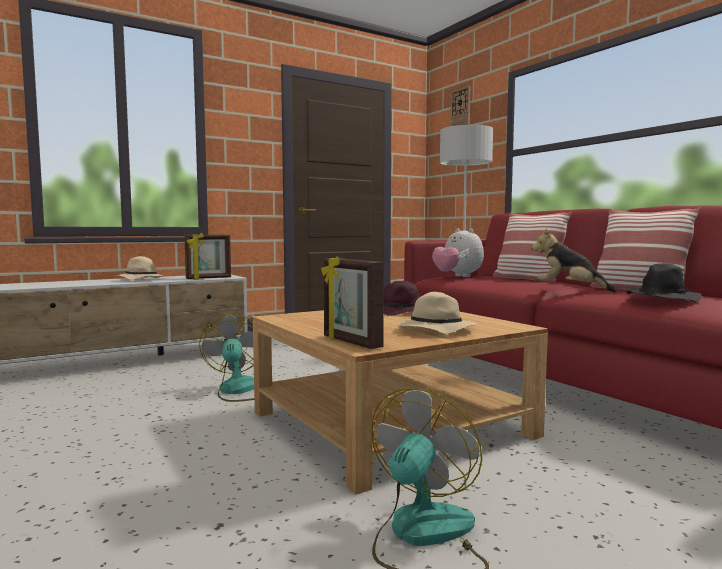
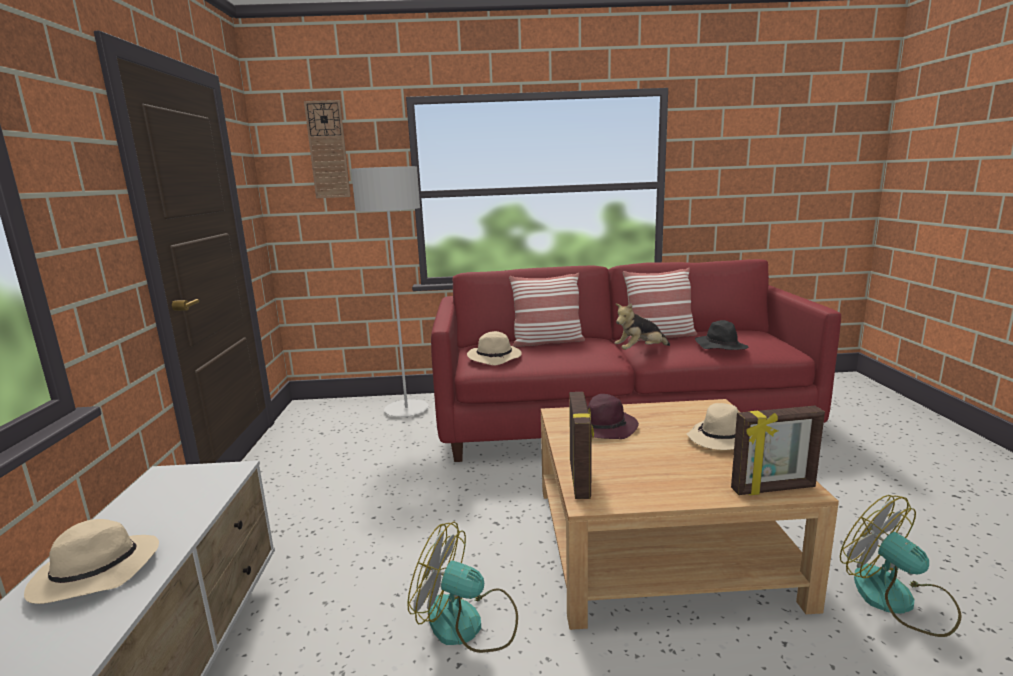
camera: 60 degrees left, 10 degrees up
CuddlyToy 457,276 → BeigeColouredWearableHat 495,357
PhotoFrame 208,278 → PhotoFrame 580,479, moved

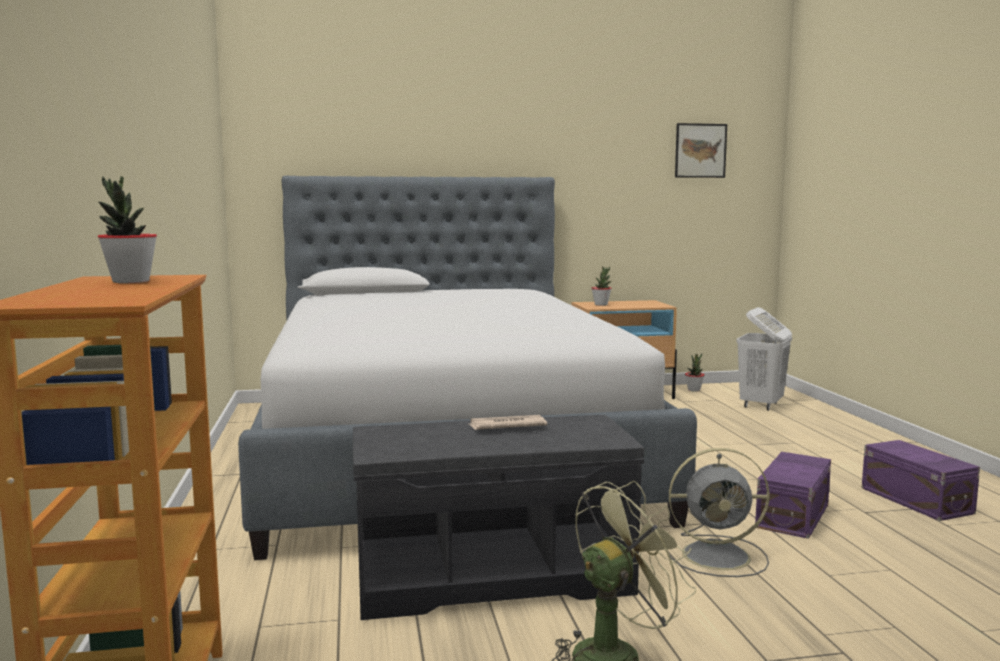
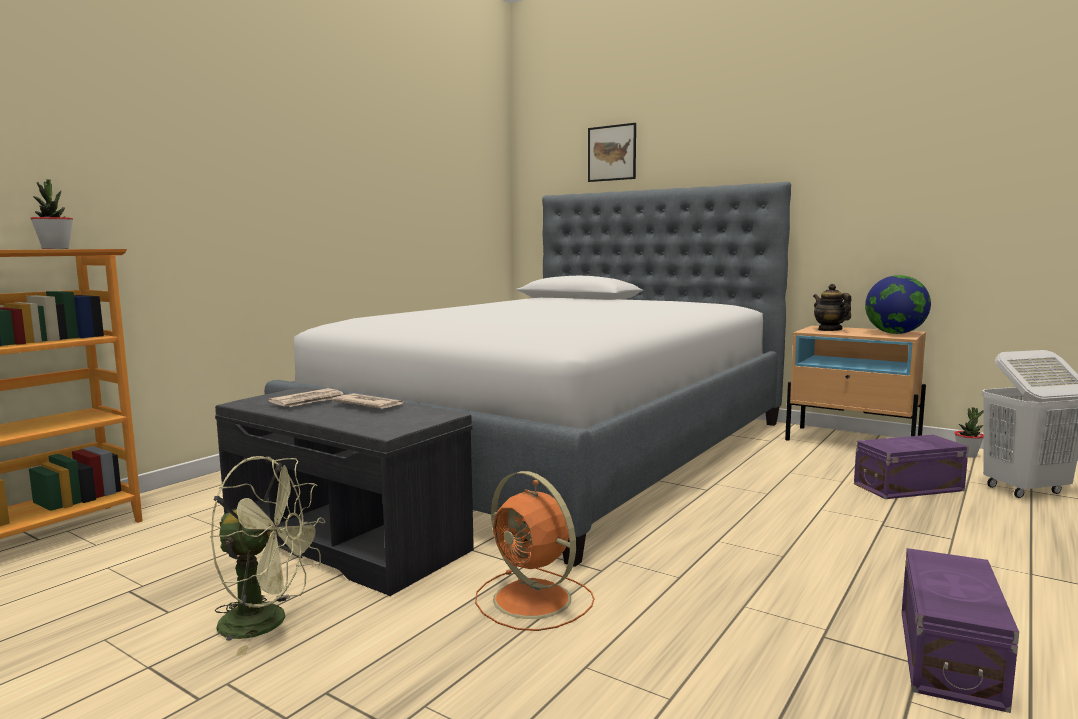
camera: 45 degrees right, 0 degrees up
WallArt 700,150 → WallArt 612,153, moved
PottedPlant 601,305 → TeaPot 829,330
GrayElectricFan 719,556 → OrangeColouredElectricFan 534,600
PurpleColouredStorageBox 794,515 → PurpleColouredStorageBox 910,487, moved
- → Globe 895,333
- → DailyPaper 309,401

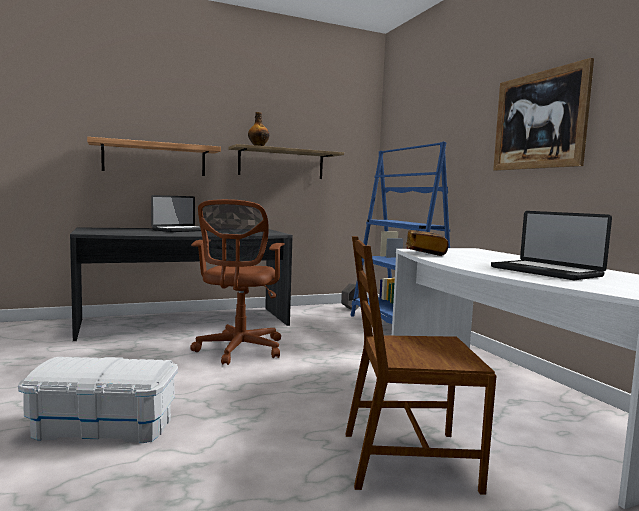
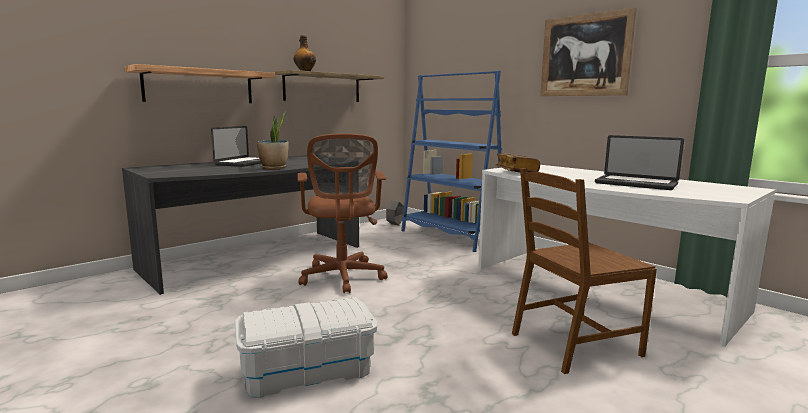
camera: 20 degrees left, 5 degrees up
- → PottedPlant 274,168

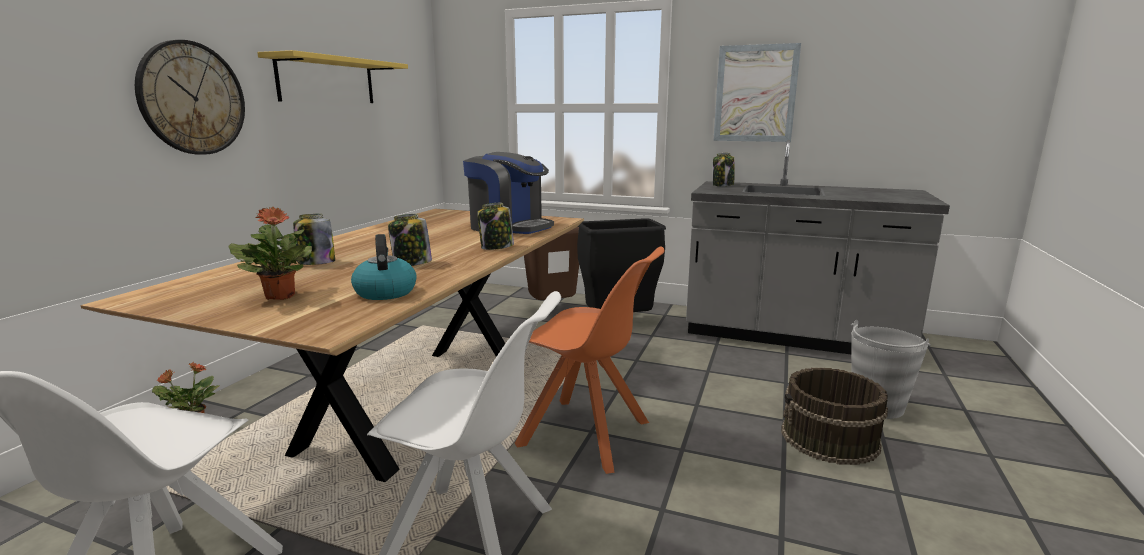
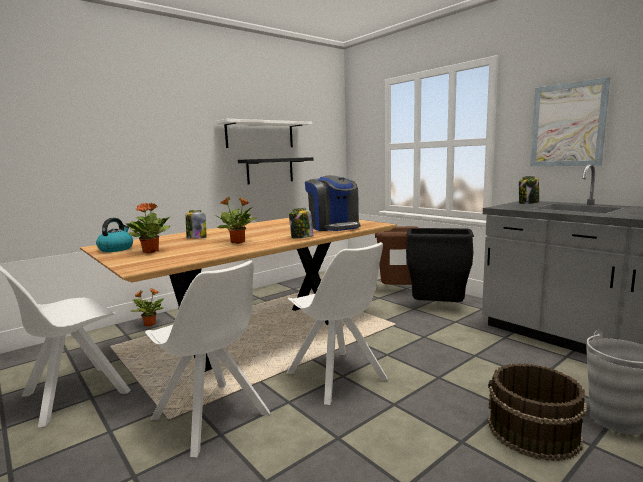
camera: 30 degrees right, 5 degrees down
WallClock 192,98 → -
YellowColouredWallShelf 327,81 → WhiteWallShelf 260,135
PreserveJar 412,264 → PottedPlant 238,242
TeaKettle 385,292 → TeaKettle 116,249, moved
OrangeColouredUprightChair 587,435 → WhiteUprightChair 337,377
- → BlackishWallShelf 270,170

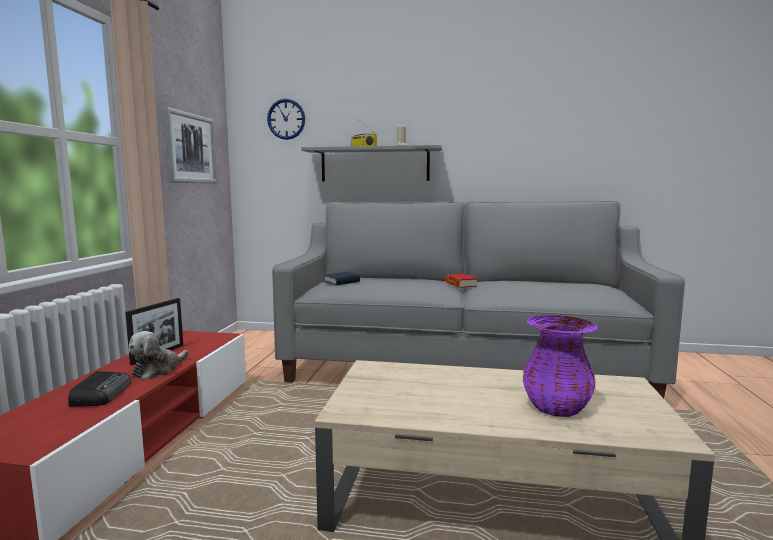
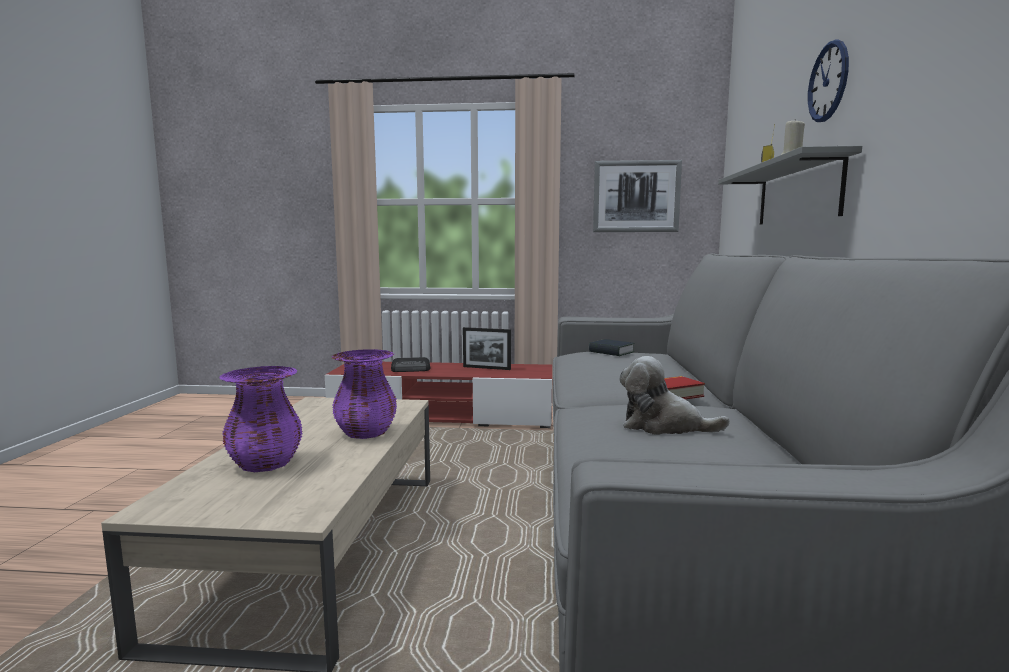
camera: 85 degrees right, 0 degrees up
WallClock 286,119 → WallClock 828,82, moved
CuddlyToy 158,370 → CuddlyToy 663,426, moved
- → PurpleColouredDecorativeVase 366,433

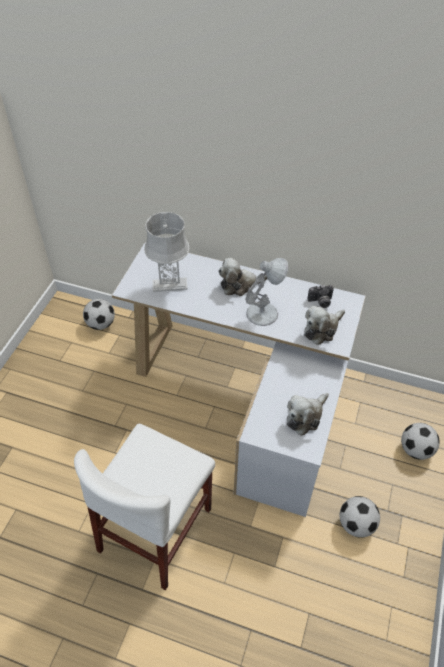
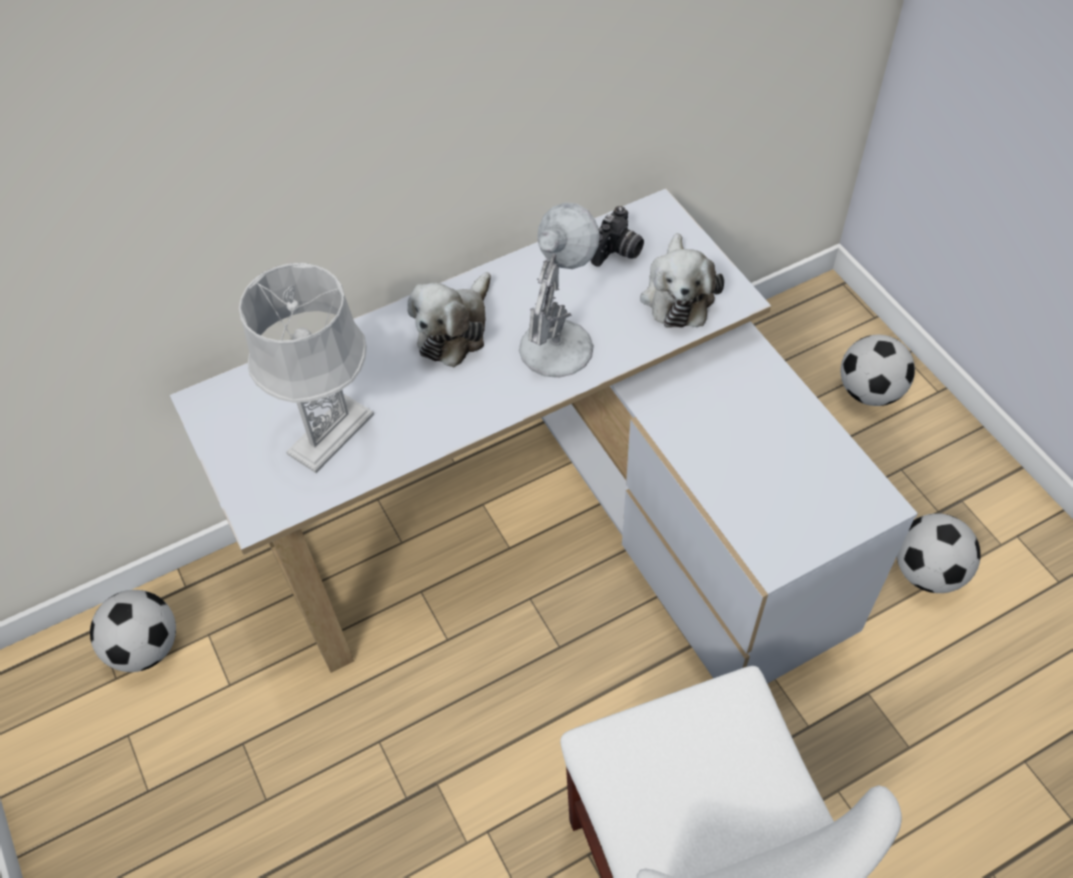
camera: 45 degrees left, 5 degrees up
CuddlyToy 305,416 → -

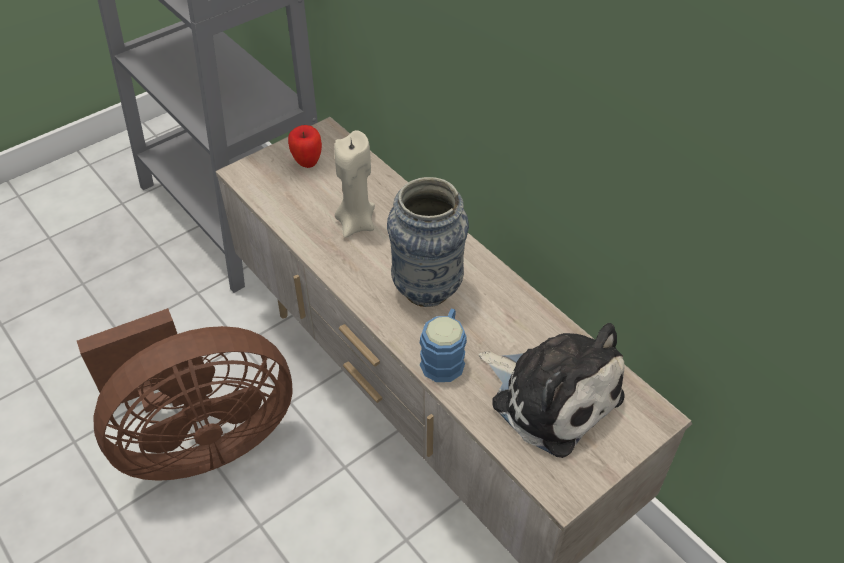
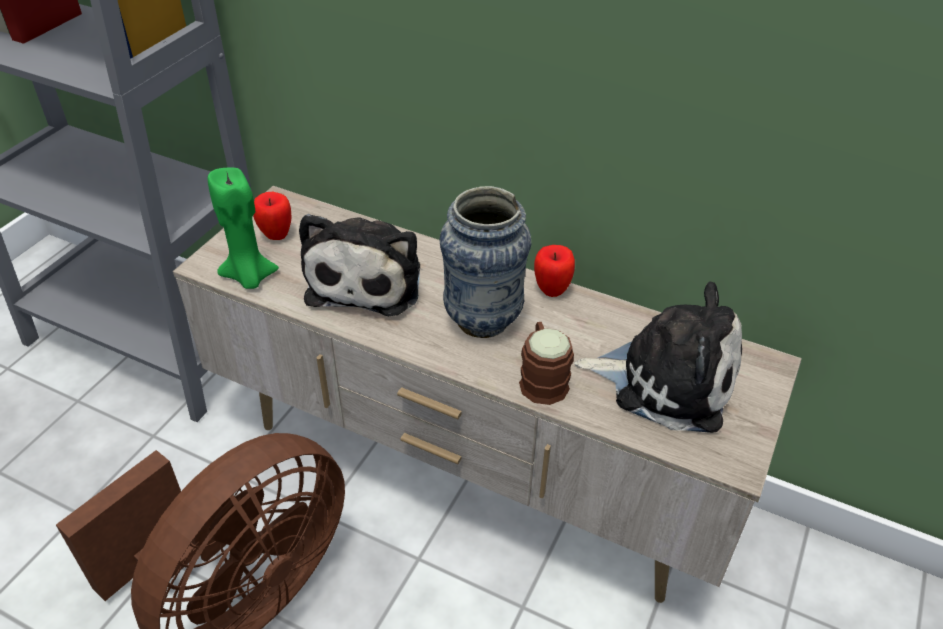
camera: 25 degrees left, 5 degrees down
BeigeColouredWaxCandle 356,223 → CuddlyToy 367,279
BluishCoffeeMug 444,357 → BrownColouredCoffeeMug 542,378
- → GreenColouredWaxCandle 249,277
- → AppleFruit 552,290

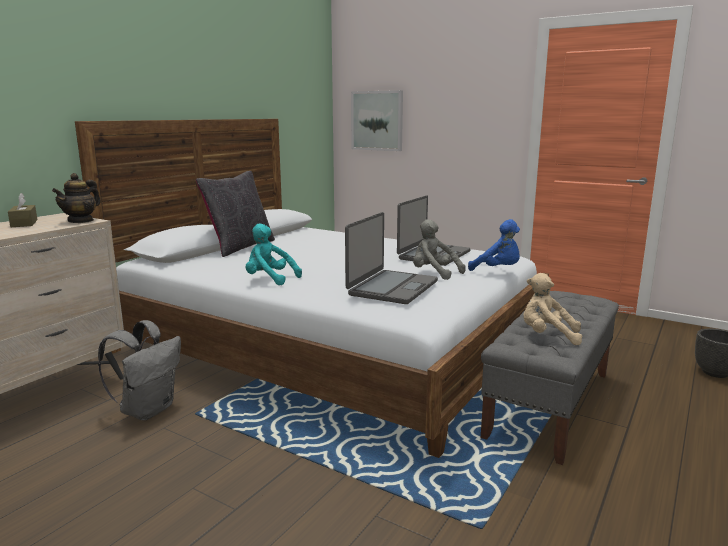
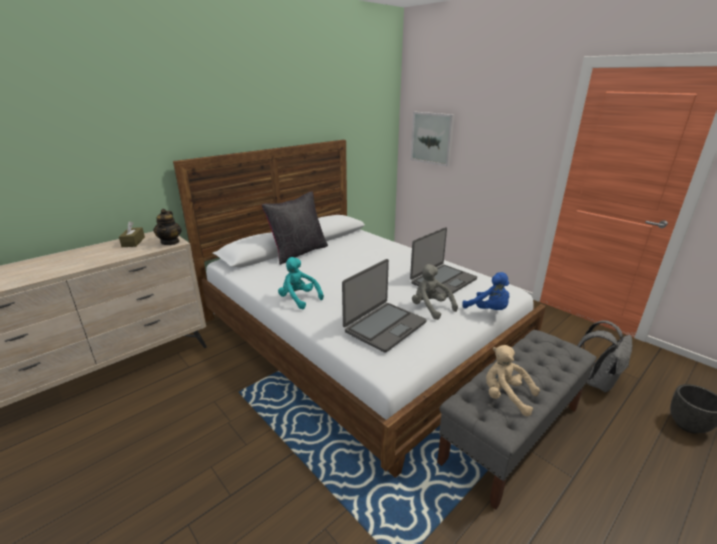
camera: 15 degrees right, 10 degrees up
TeaPot 81,221 → TeaPot 170,242, 45 degrees counterclockwise
GrayKnapsack 148,409 → GrayKnapsack 597,382, moved

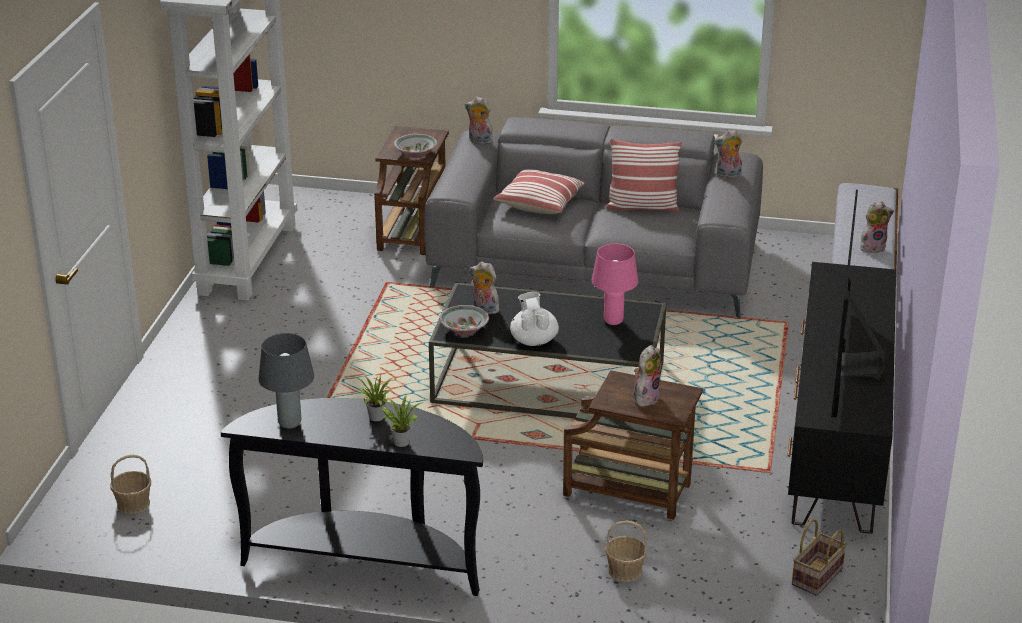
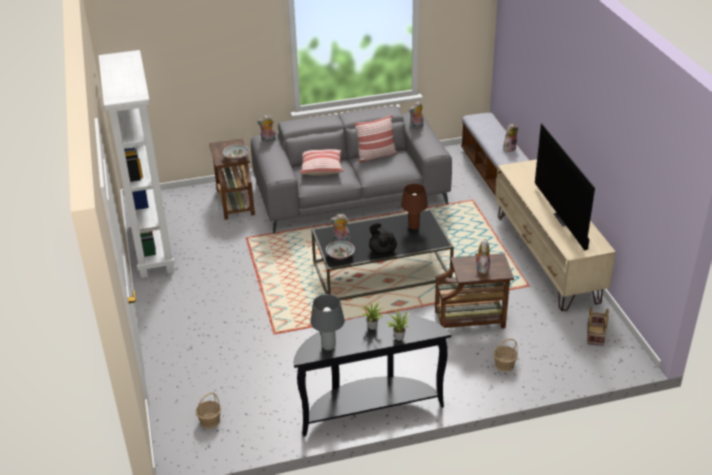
camera: 25 degrees left, 5 degrees up
PinkTableLamp 614,321 → BrownColouredTableLamp 414,227
BlackishMediaConsole 837,440 → BeigeColouredMediaConsole 546,258
WhiteTeaPot 533,340 → BlackishTeaPot 382,251

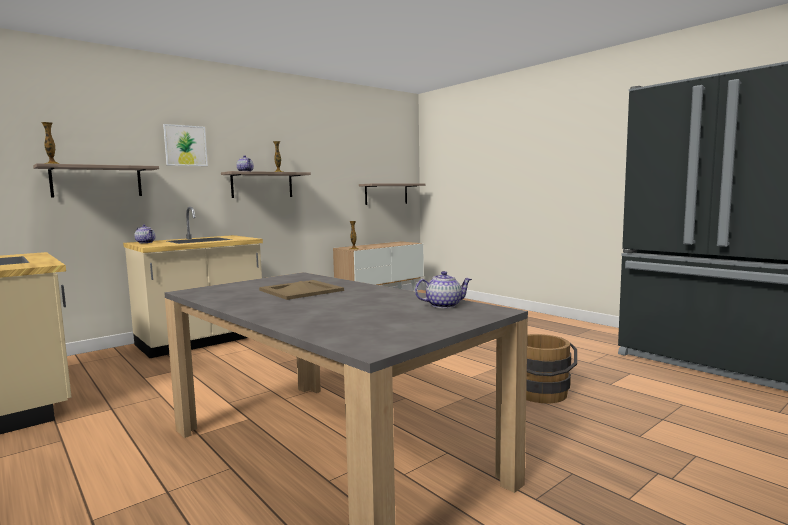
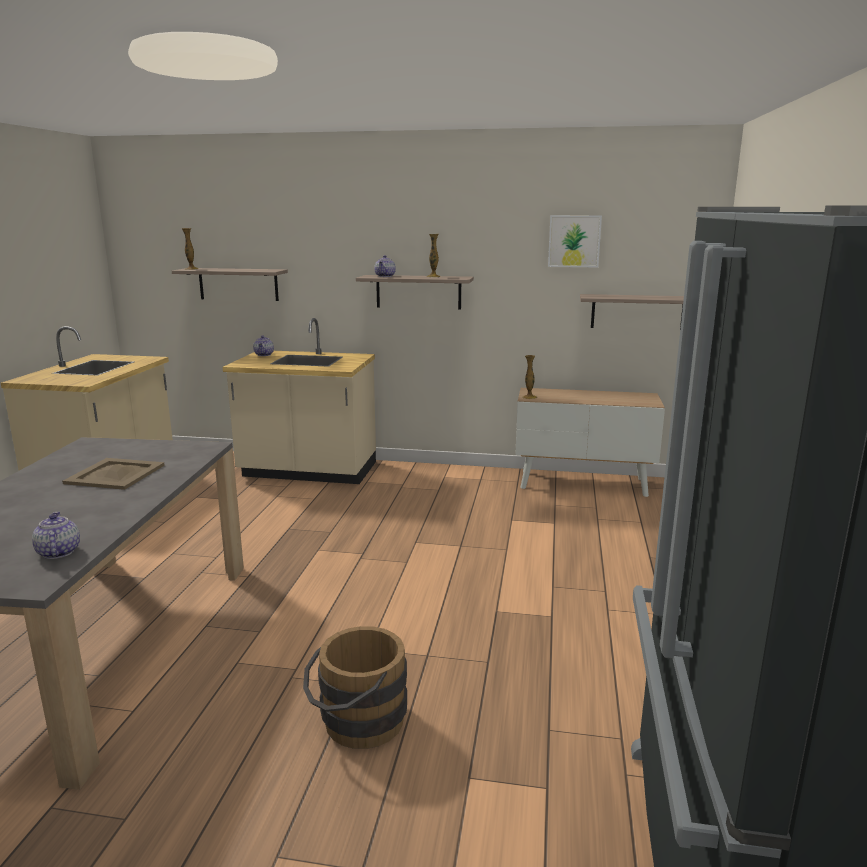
camera: 50 degrees right, 10 degrees up
WallArt 185,145 → WallArt 574,241, moved
TeaPot 443,305 → TeaPot 58,552, 150 degrees counterclockwise

